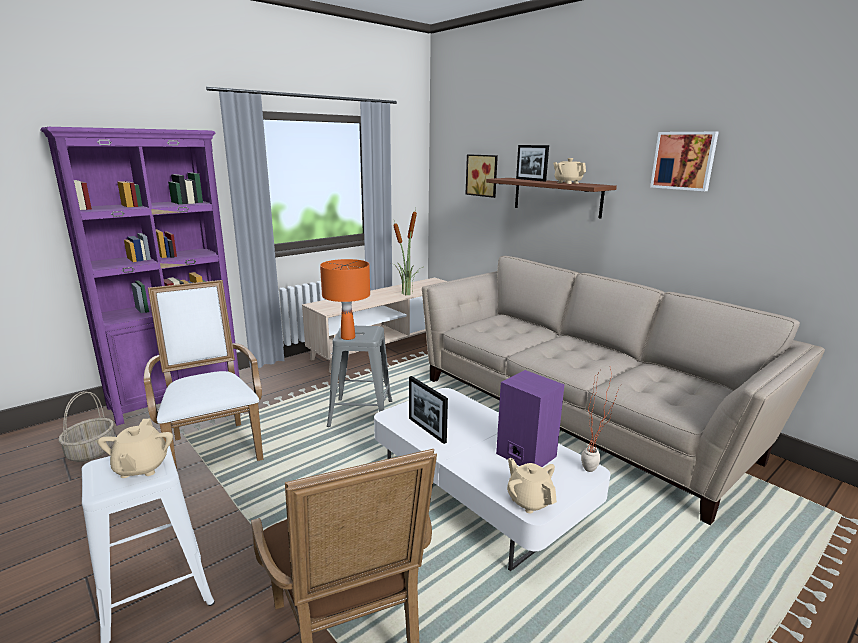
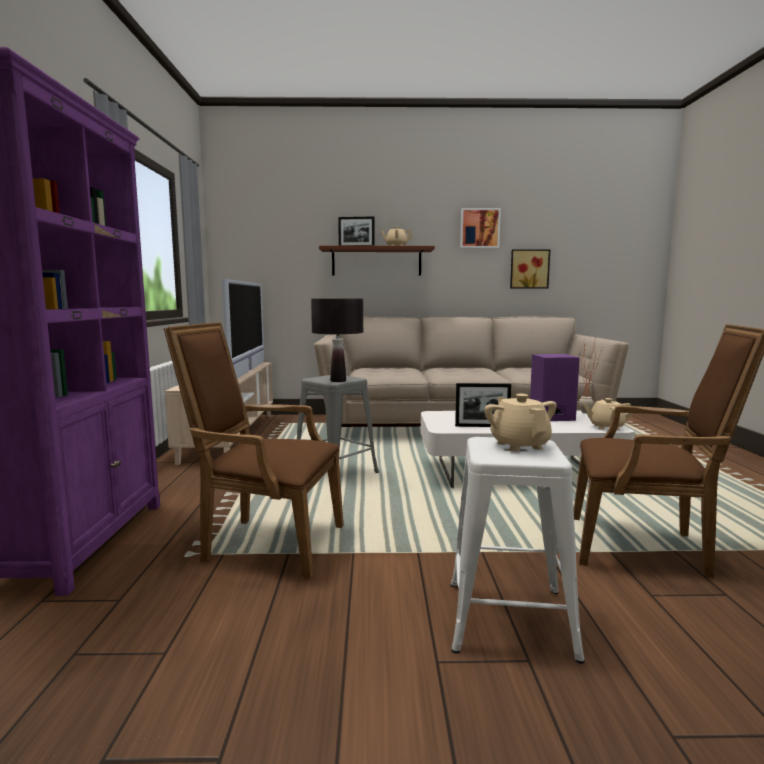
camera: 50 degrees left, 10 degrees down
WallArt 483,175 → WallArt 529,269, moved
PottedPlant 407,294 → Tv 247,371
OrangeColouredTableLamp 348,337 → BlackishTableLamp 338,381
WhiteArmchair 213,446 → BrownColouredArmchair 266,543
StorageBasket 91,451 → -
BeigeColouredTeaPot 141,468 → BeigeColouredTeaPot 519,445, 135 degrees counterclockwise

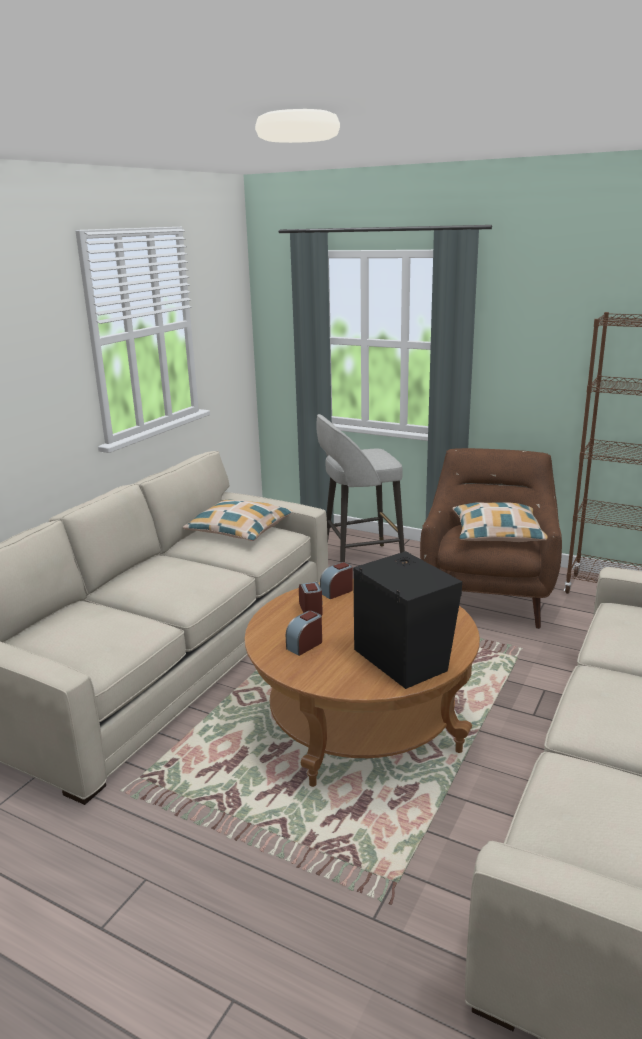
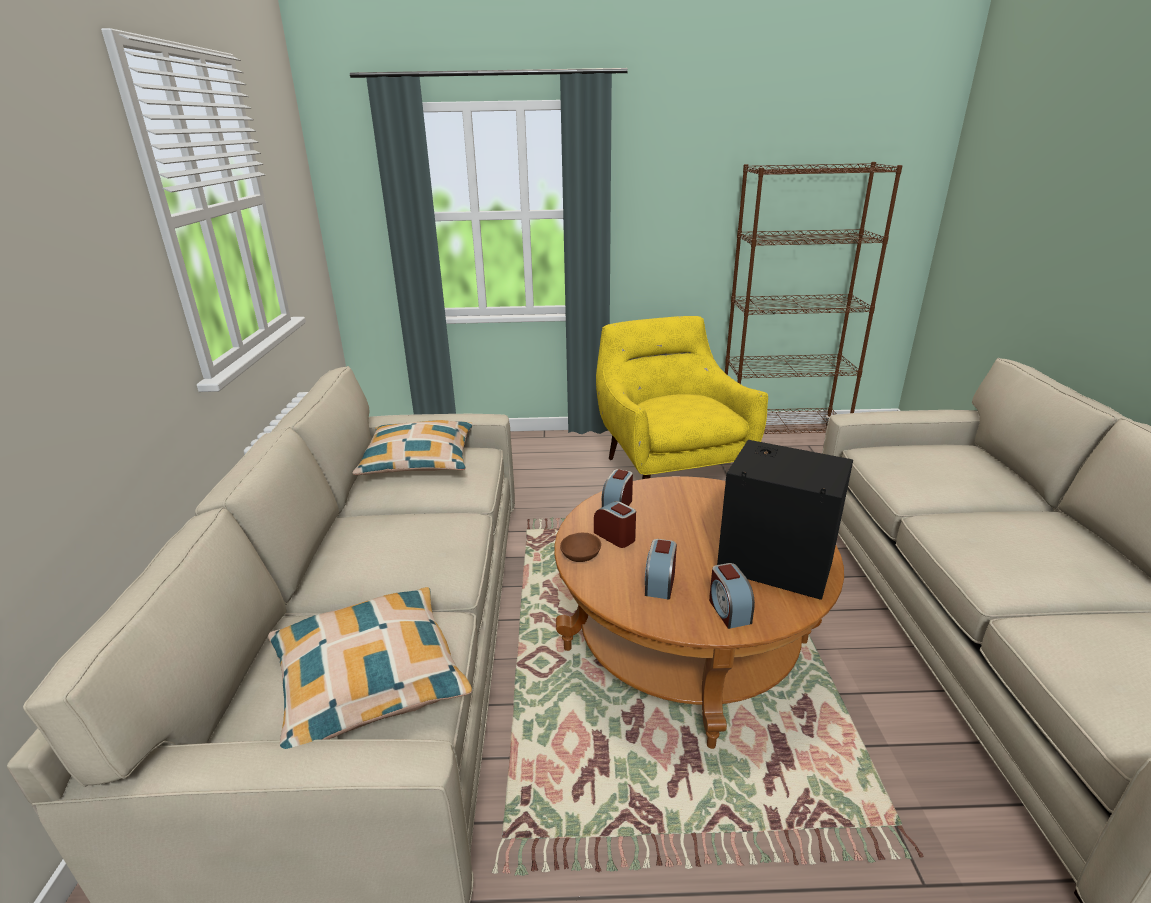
camera: 30 degrees left, 5 degrees up
GrayStool 359,562 → -
BrownColouredArmchair 488,596 → YellowColouredArmchair 670,469
Pillow 497,533 → Pillow 369,679, moved
- → BrownColouredDeepDish 580,554
- → AlarmClock 728,610

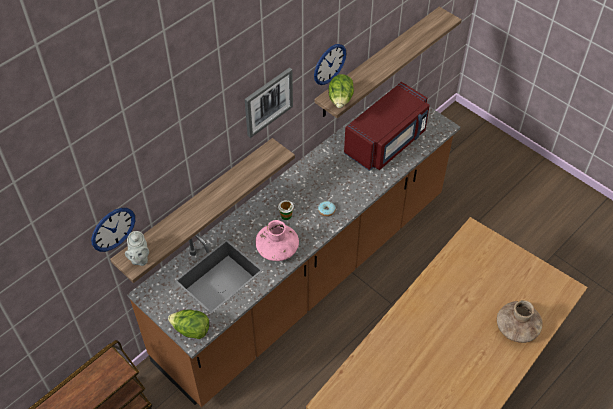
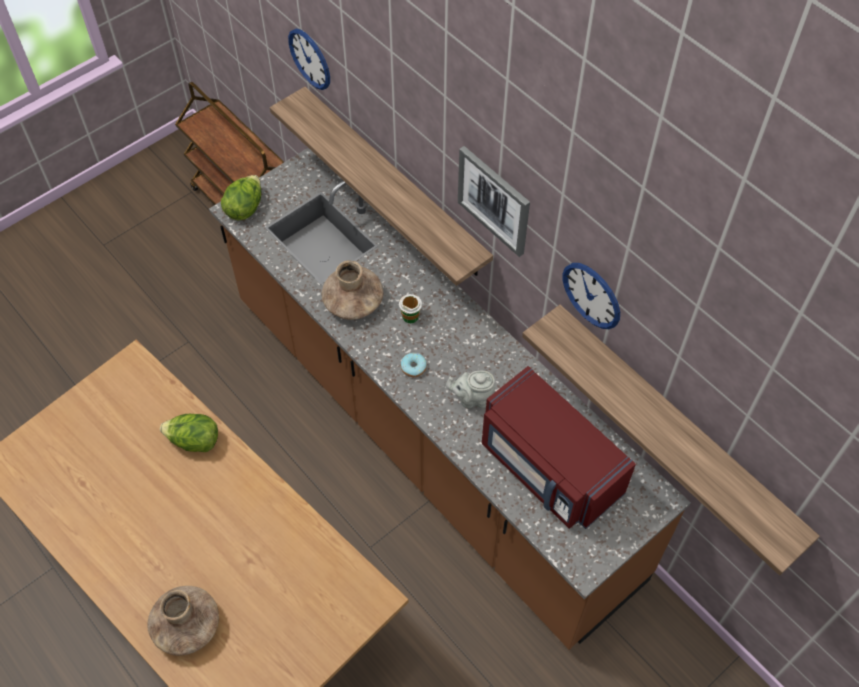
camera: 95 degrees right, 5 degrees up
Lettuce 340,100 → Lettuce 194,441, moved
PinkDecorativeVase 277,249 → BrownColouredDecorativeVase 353,302
GrayTeaPot 139,259 → GrayTeaPot 472,398, moved

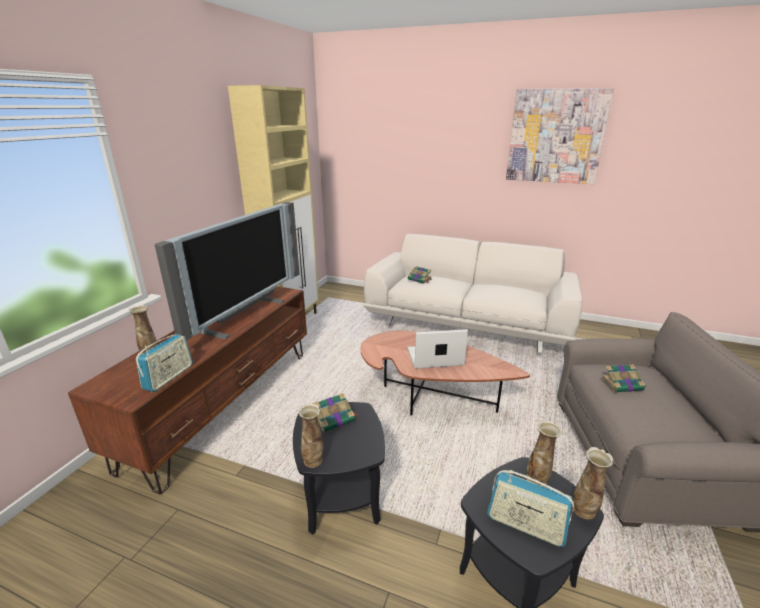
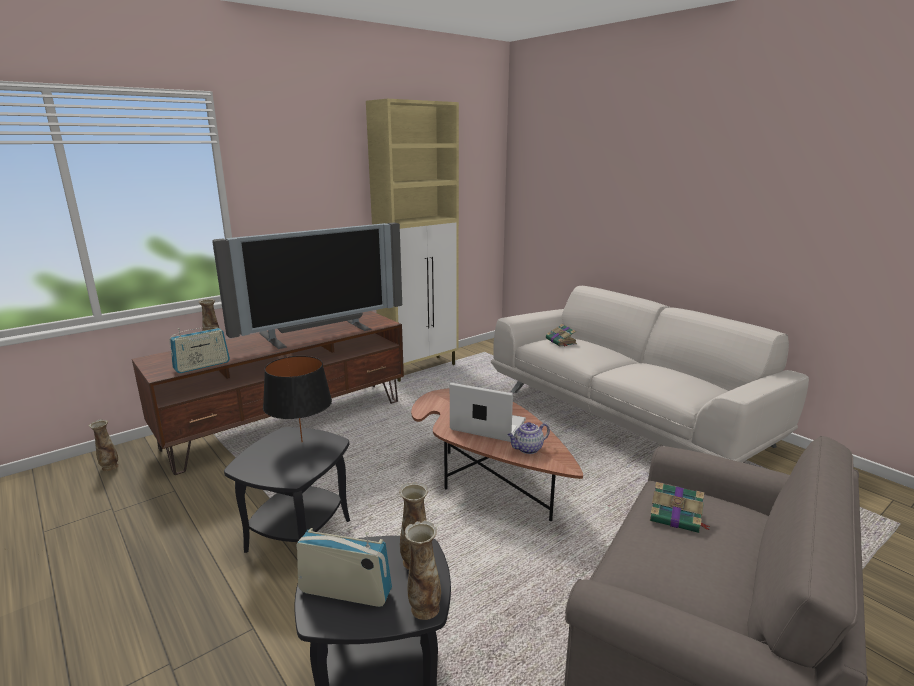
camera: 30 degrees right, 5 degrees down
WallArt 556,136 → -
BoundBook 334,418 → BlackishTableLamp 302,442
DecorativeVase 313,461 → DecorativeVase 109,467, moved
Radio 525,525 → Radio 345,592, 135 degrees clockwise
- → TeaPot 527,449

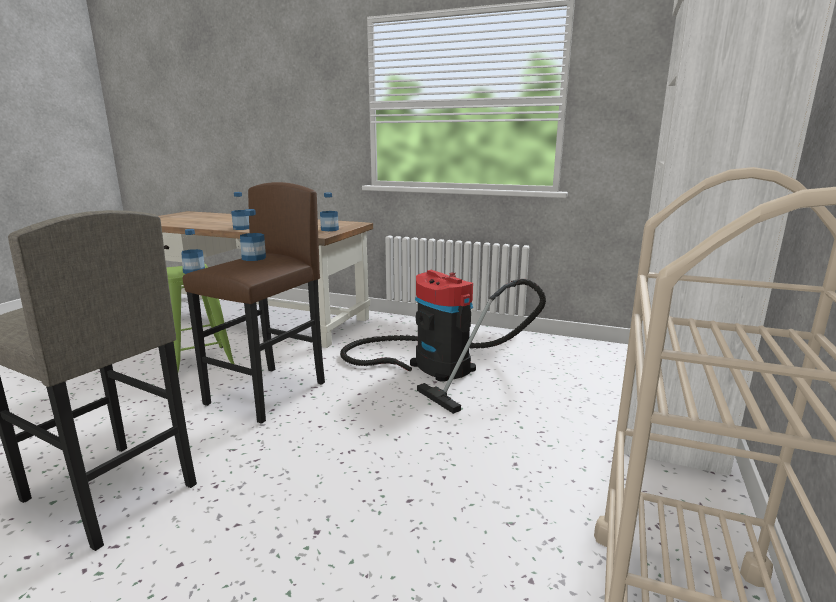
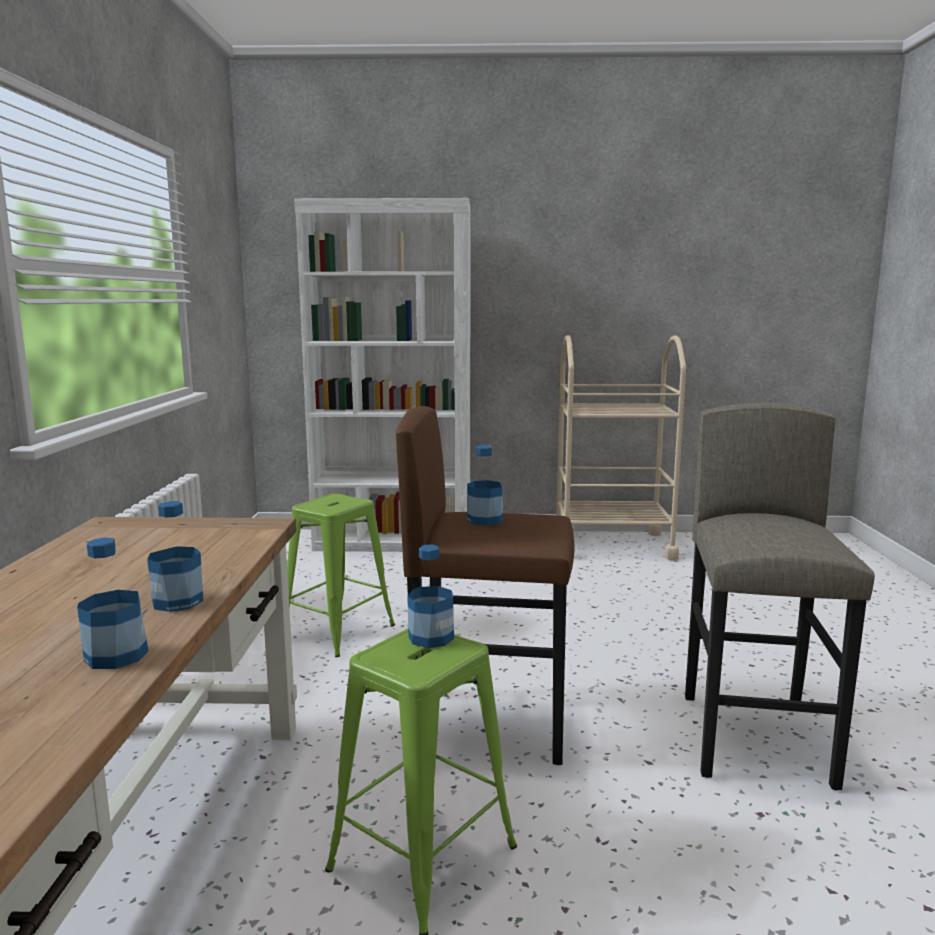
camera: 110 degrees left, 5 degrees down
Bottle 329,229 → Bottle 116,655, moved
VacuumCleaner 436,365 → GreenColouredStool 337,632

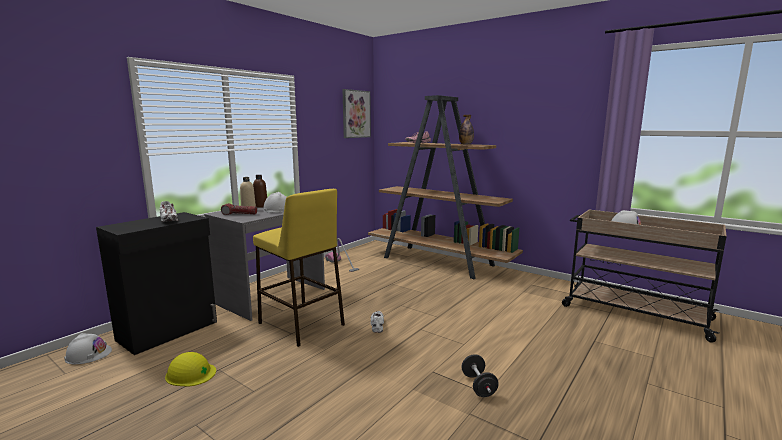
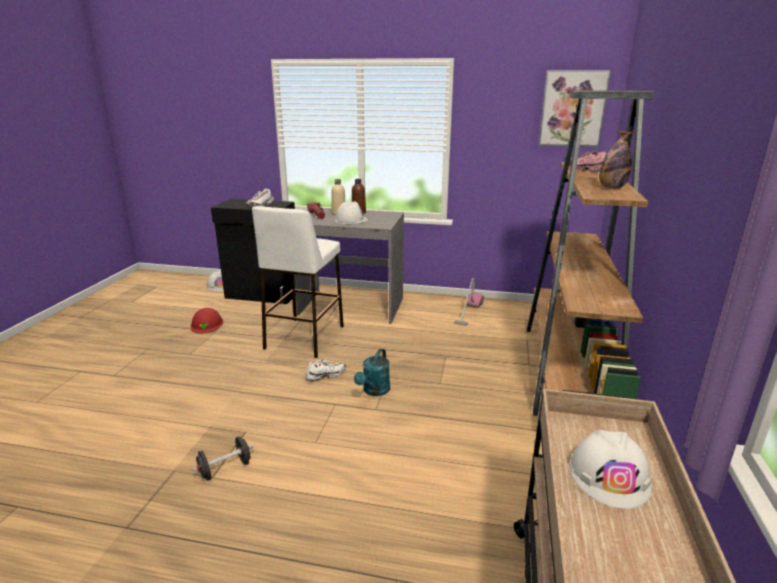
camera: 65 degrees right, 10 degrees up
YellowColouredStool 301,324 → WhiteStool 304,337
YellowColouredHardHat 190,373 → ReddishHardHat 207,324
- → BlueGreenWateringCan 374,391

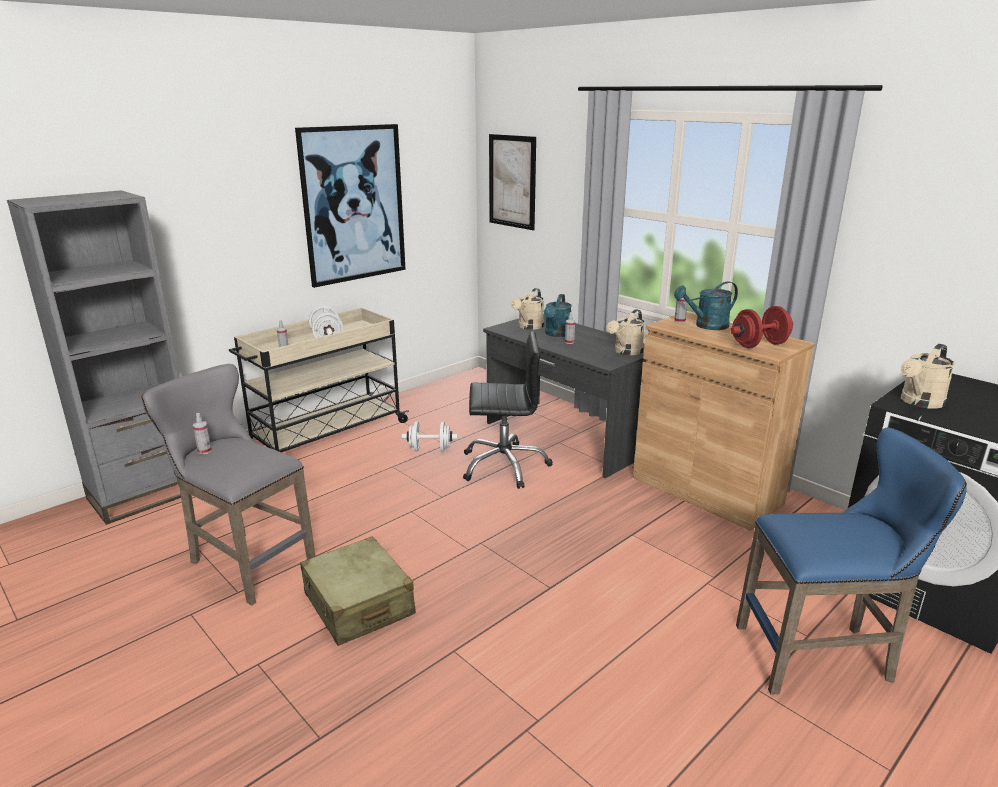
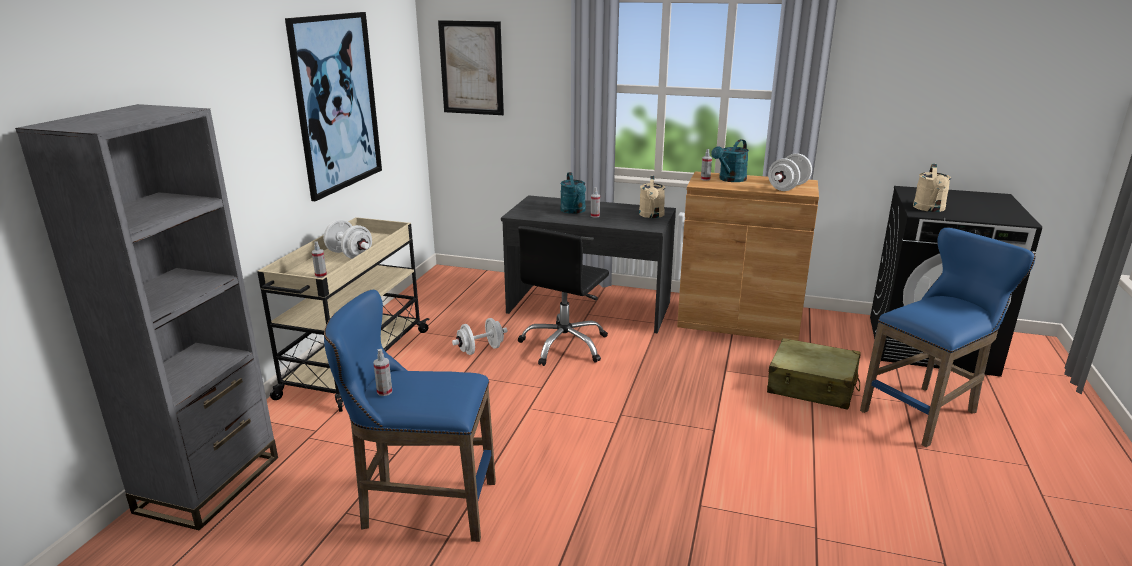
camera: 30 degrees left, 0 degrees up
BeigeColouredWateringCan 529,327 → -
ReddishDumbbell 759,345 → WhiteDumbbell 788,187
BlackishOfficeChair 504,465 → BlackishOfficeChair 564,345, 150 degrees clockwise
GrayStool 246,562 → BluishStool 422,506
BeigeColouredTravelCase 358,604 → BeigeColouredTravelCase 812,386, moved

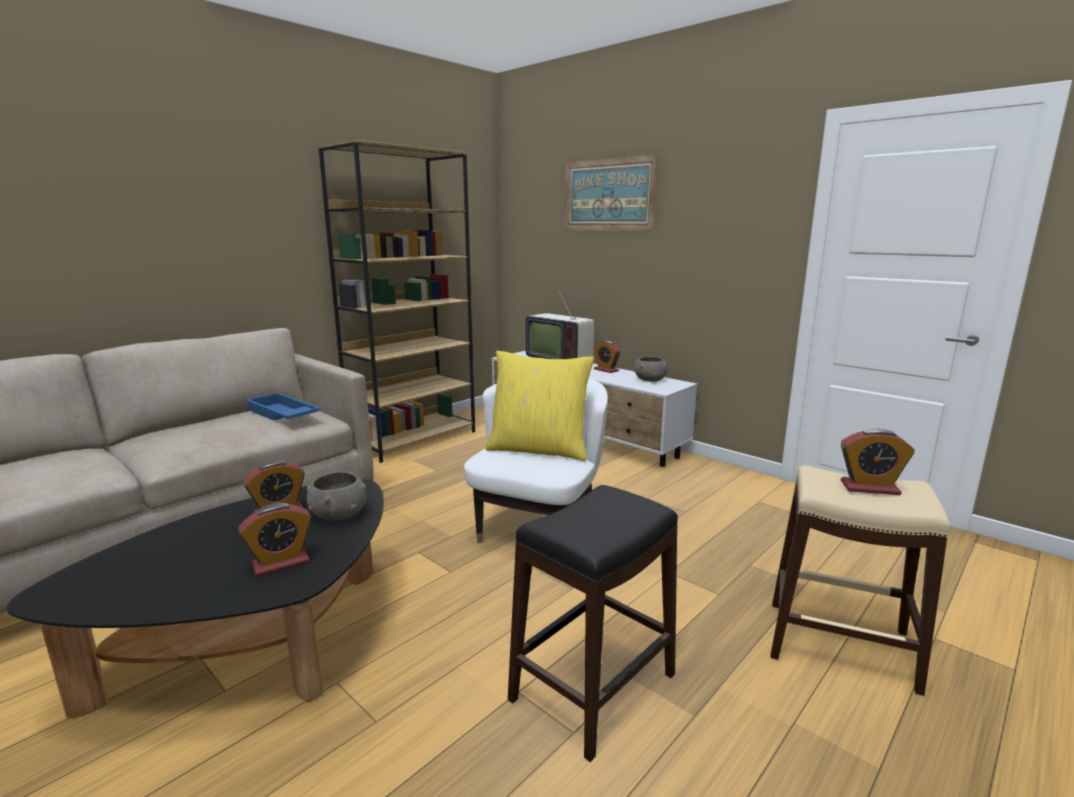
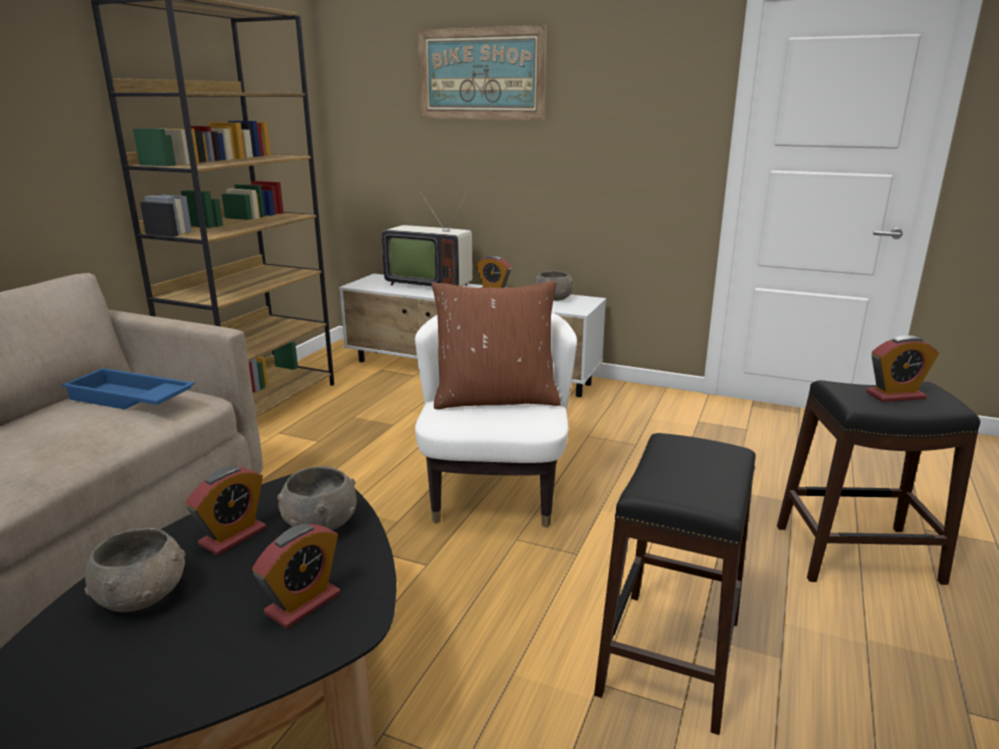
camera: 20 degrees left, 5 degrees up
YellowColouredPillow 539,449 → BrownColouredPillow 496,399
BeigeColouredStool 839,644 → BlackishStool 856,553
- → GrayDeepDish 143,595

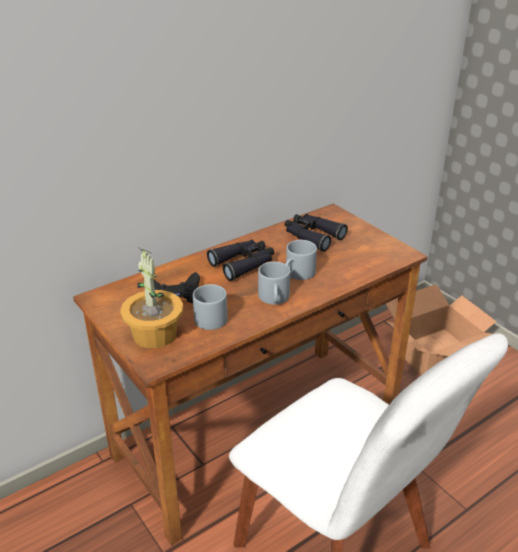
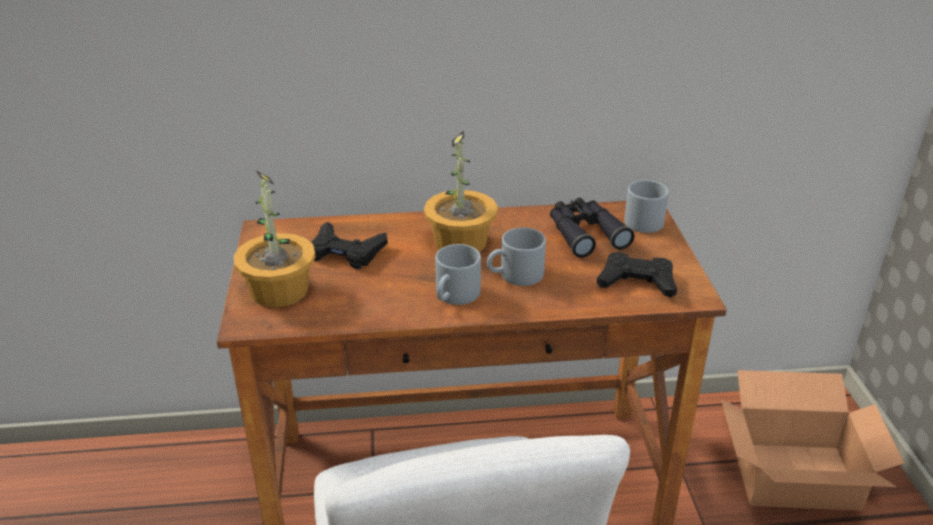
camera: 30 degrees right, 0 degrees up
BlackishBinoculars 244,264 → PottedPlant 462,242
GrayCoffeeMug 209,316 → GrayCoffeeMug 643,219, moved
- → BlackishJoypad 637,282

